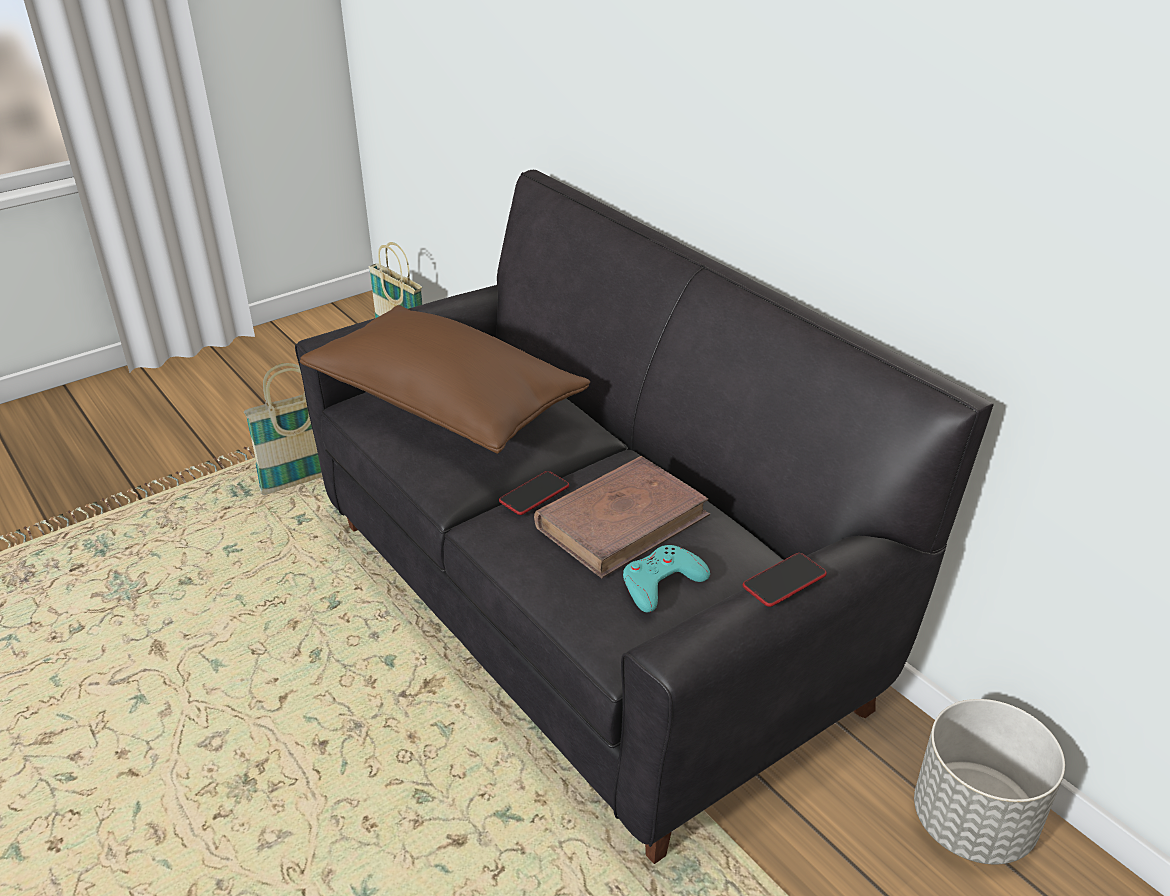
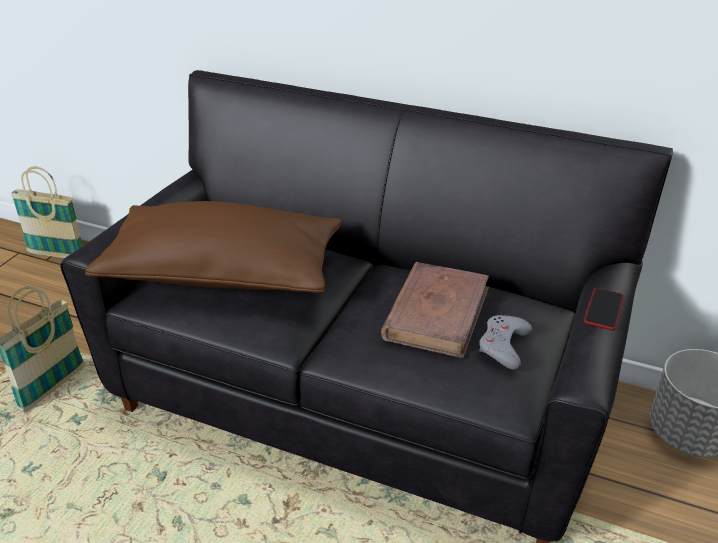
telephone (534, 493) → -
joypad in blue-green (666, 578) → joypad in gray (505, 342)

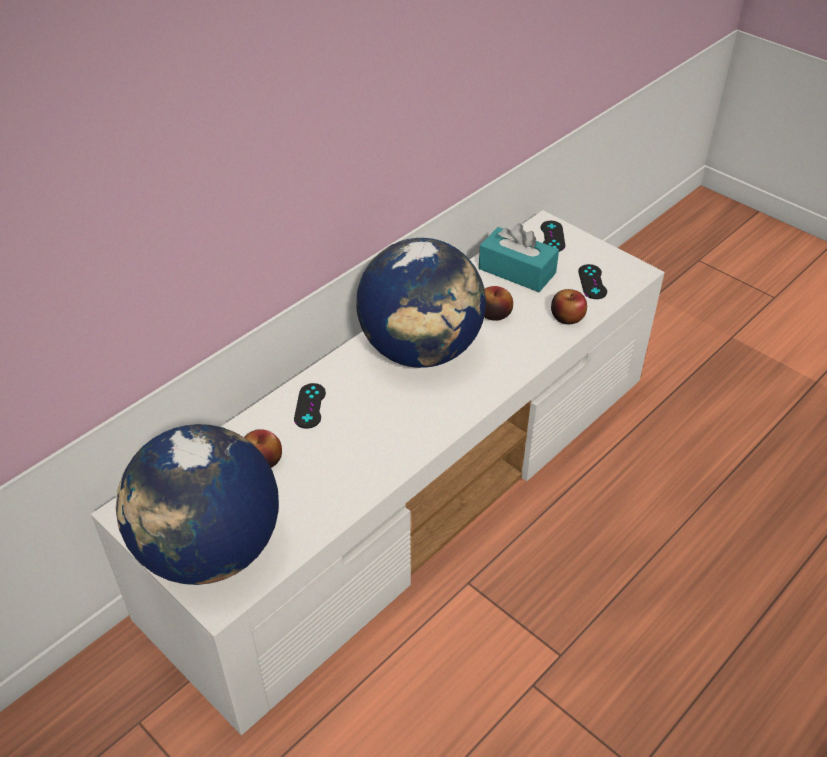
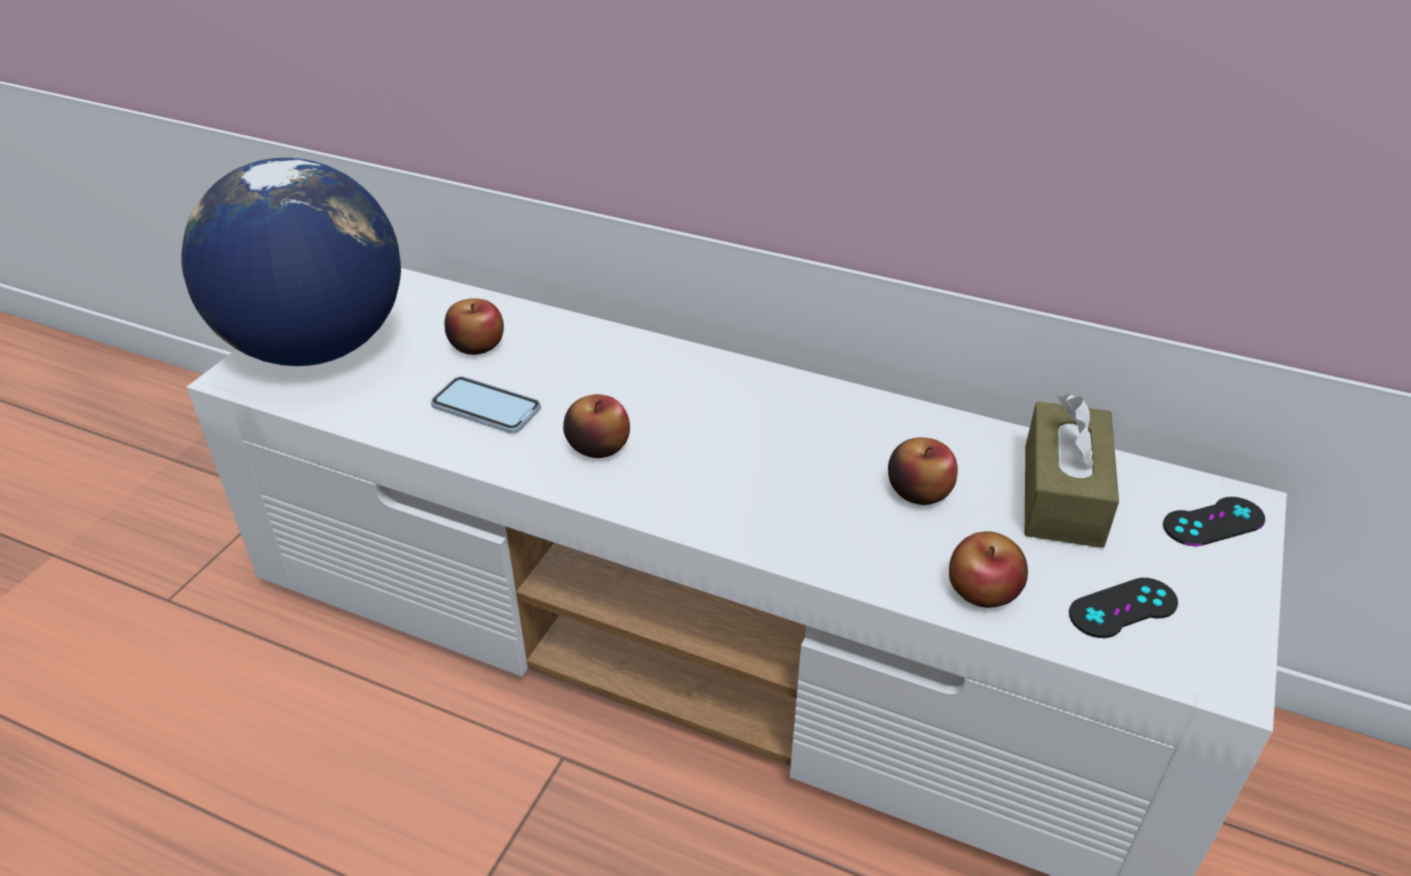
box of tissues in blue-green (519, 257) → box of tissues in brown (1072, 471)
world globe (421, 303) → -
joypad in black (310, 406) → -
- → telephone (486, 404)
- → whole apple (596, 426)

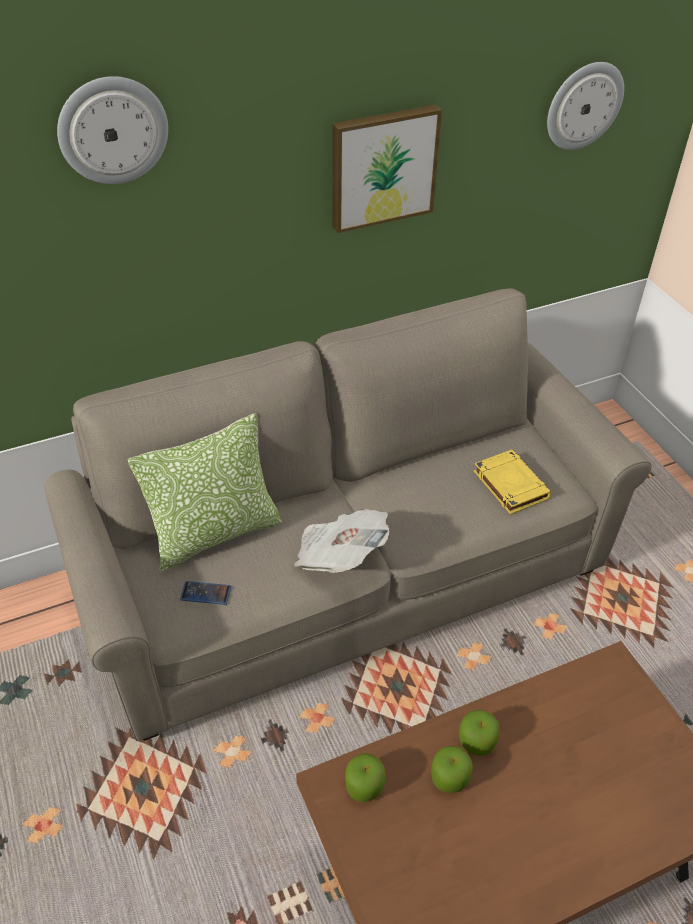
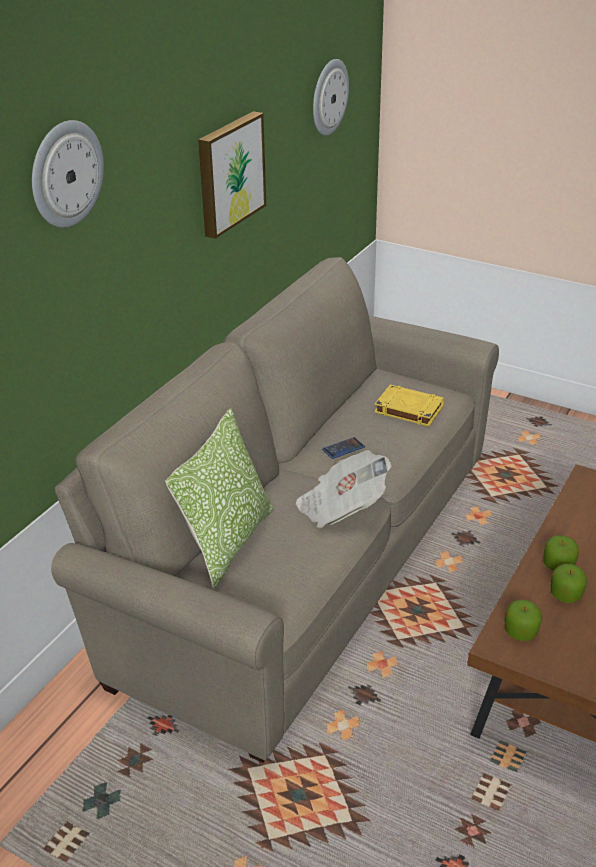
telephone (205, 593) → telephone (343, 448), relocated

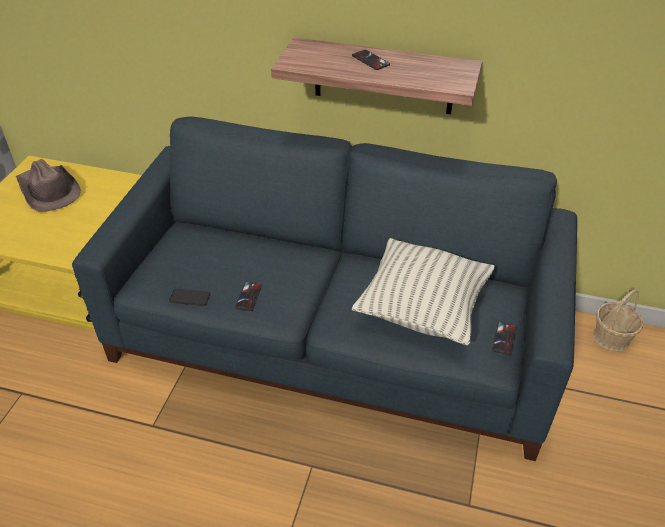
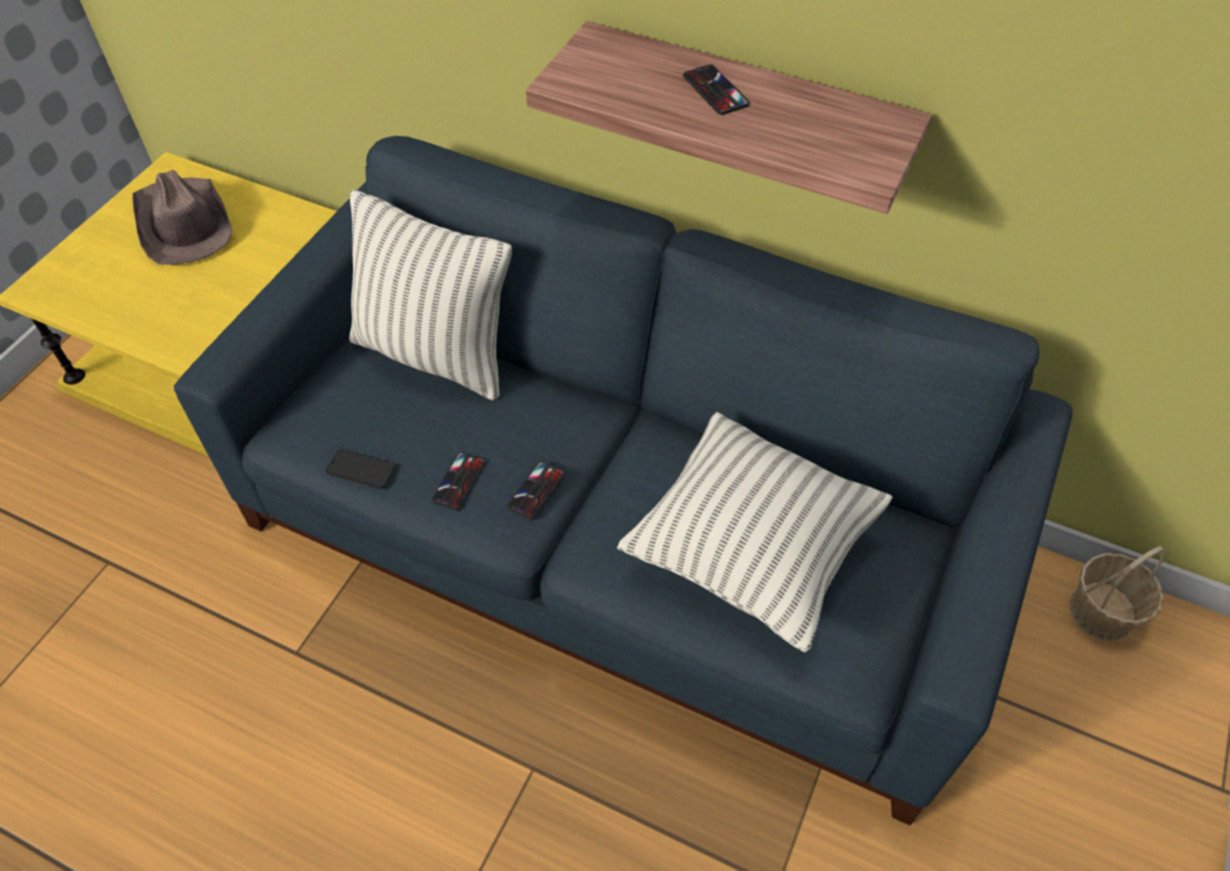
telephone (504, 338) → telephone (536, 490), relocated
- → throw pillow (430, 295)

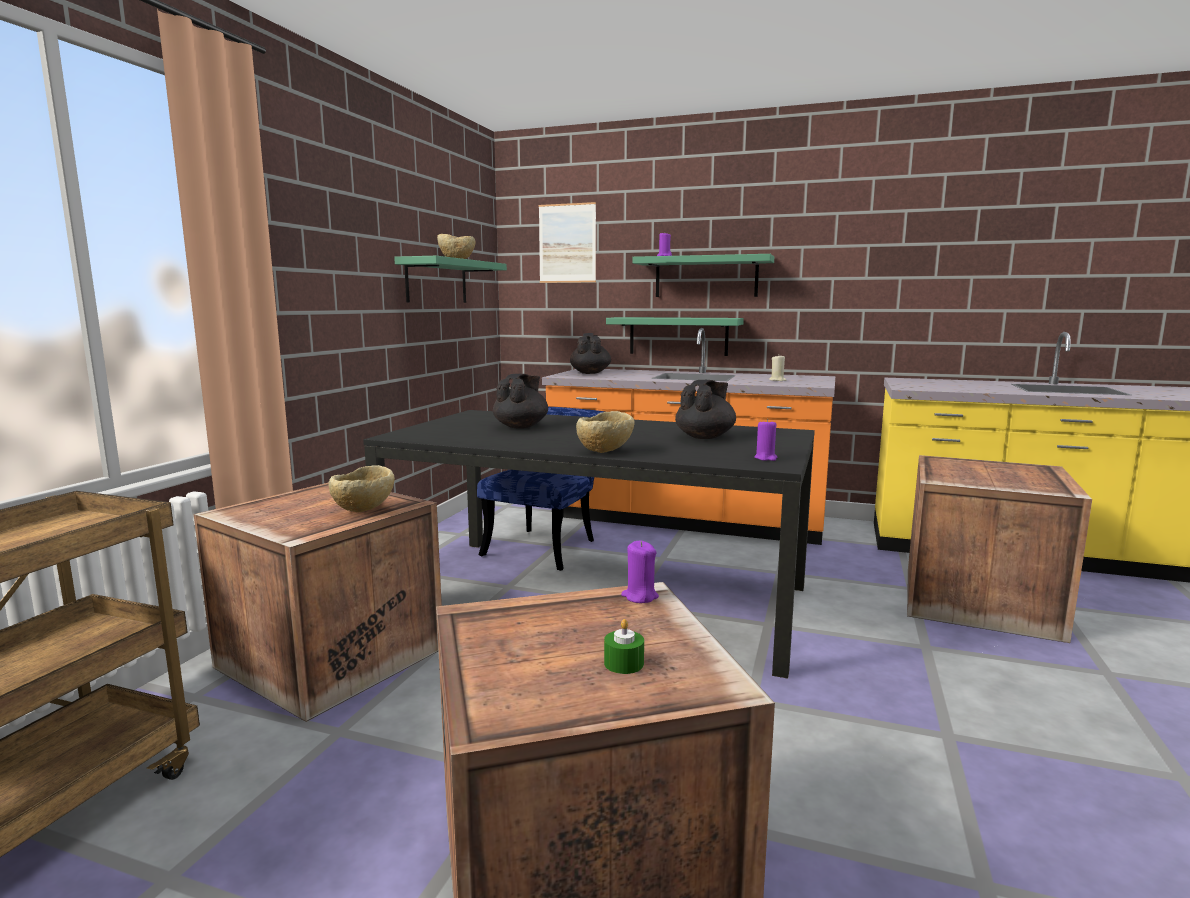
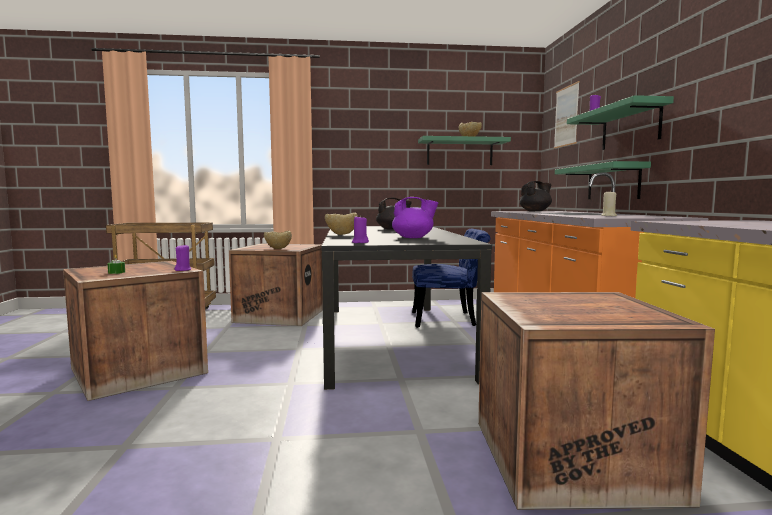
teapot in black (705, 409) → teapot in purple (415, 217)

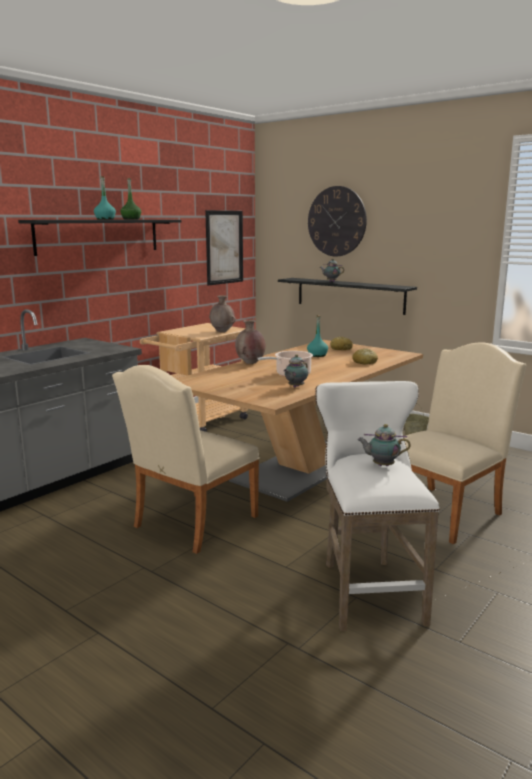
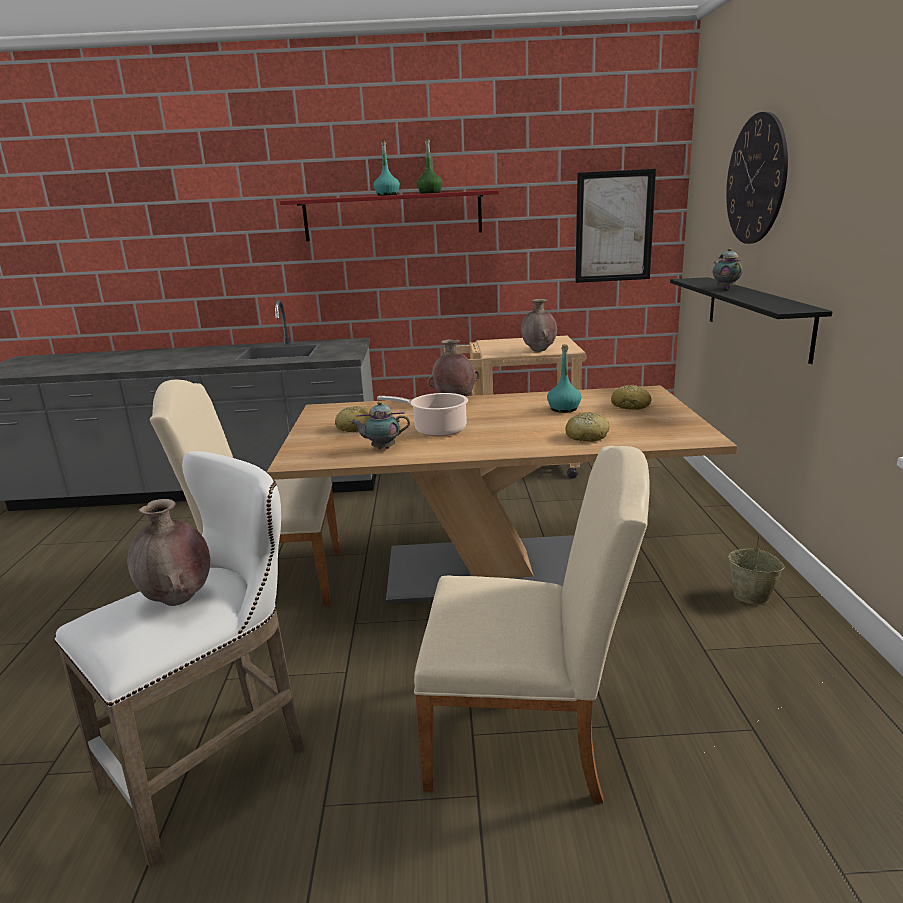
shelf in black (99, 238) → shelf in red (389, 215)
teapot (384, 445) → flower vase in brown (168, 552)
- → baked bread (352, 419)

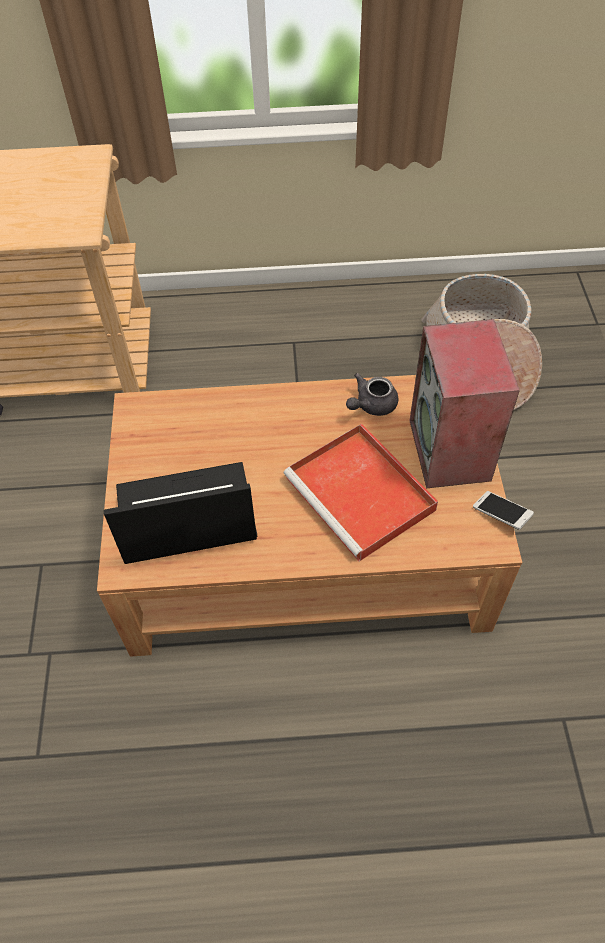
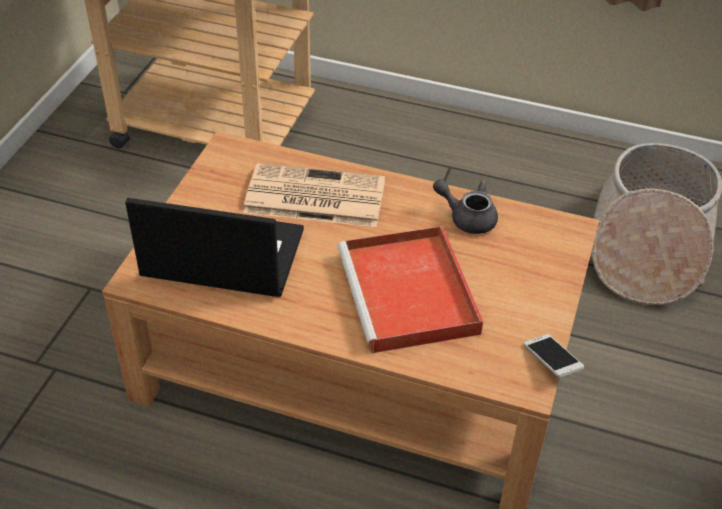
loudspeaker (464, 403) → -
teapot in gray (372, 394) → teapot in gray (465, 206), 45 degrees clockwise
- → newspaper (314, 195)

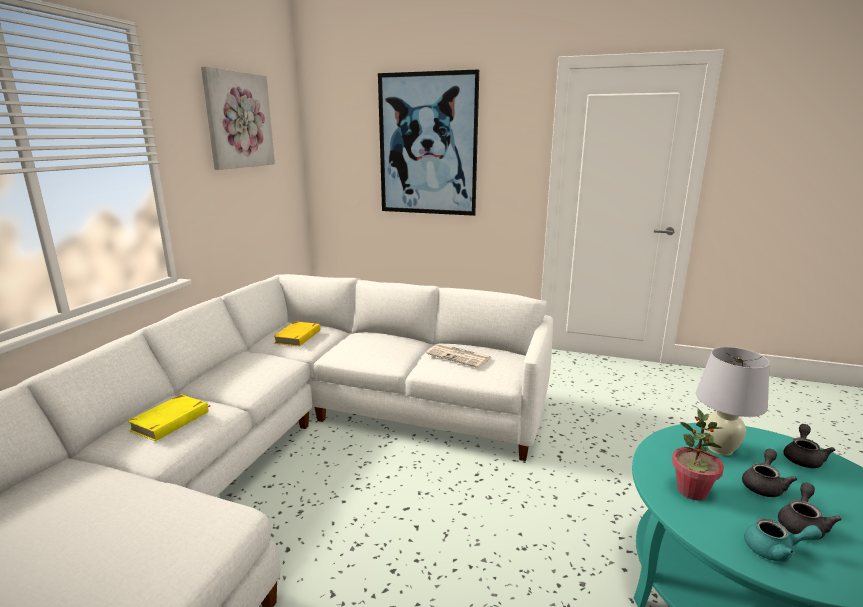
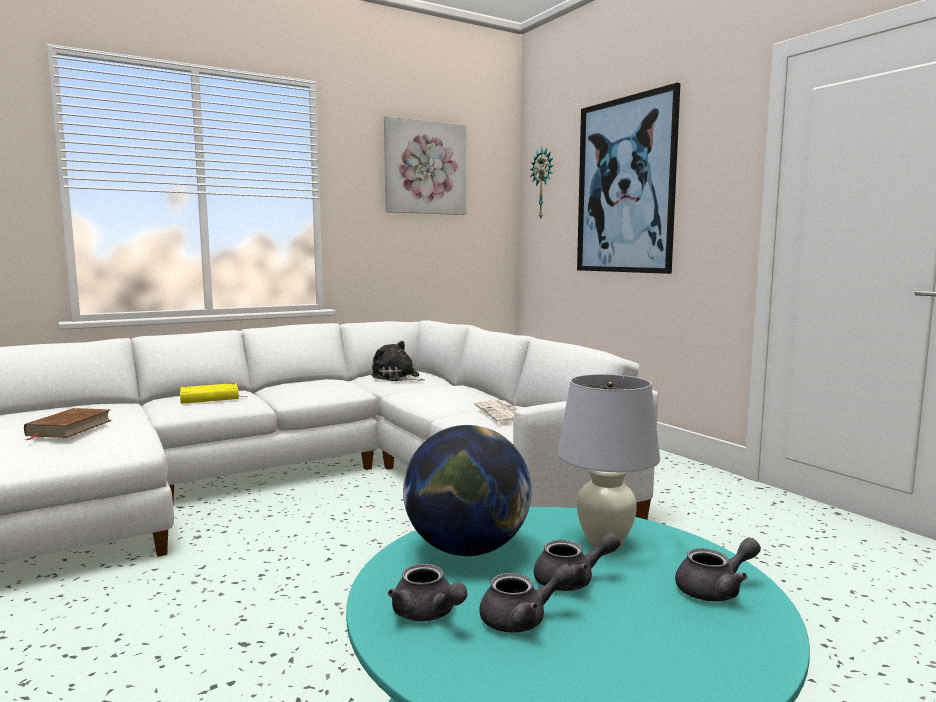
bound book in yellow-coloured (296, 333) → cuddly toy (398, 361)
plant in a pot (698, 454) → world globe (467, 490)
teapot in blue-green (783, 540) → teapot in gray (427, 593)
- → clock on the wall (542, 184)
- → bound book in brown (68, 424)

